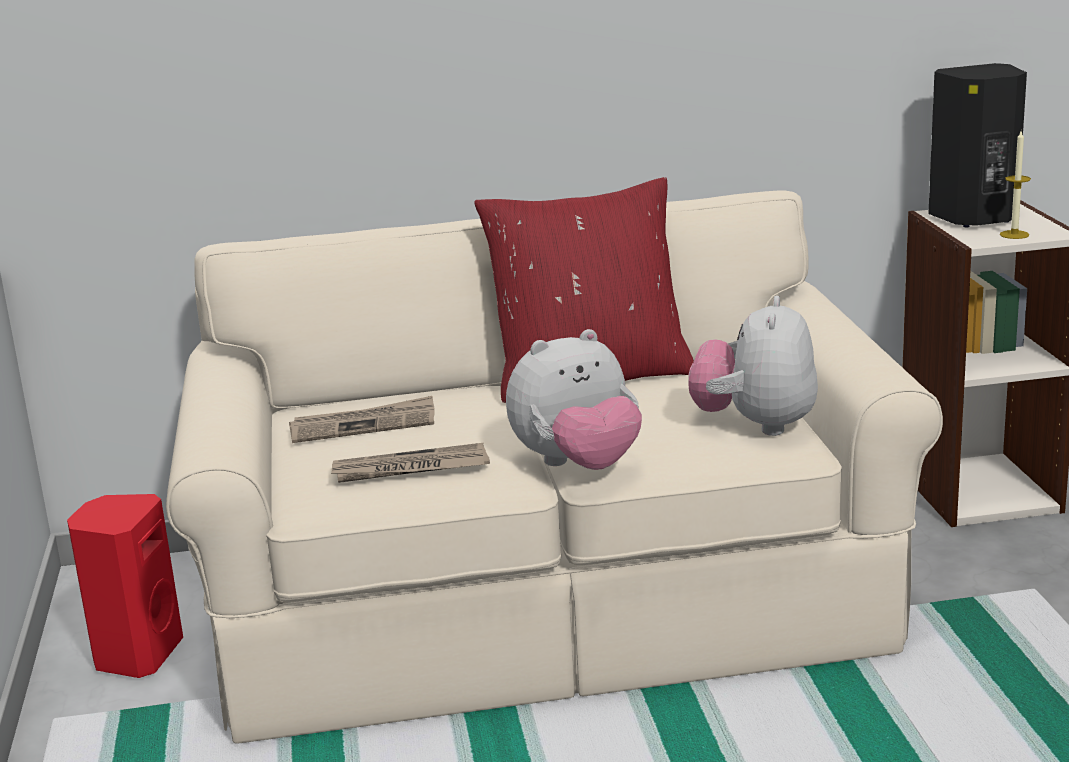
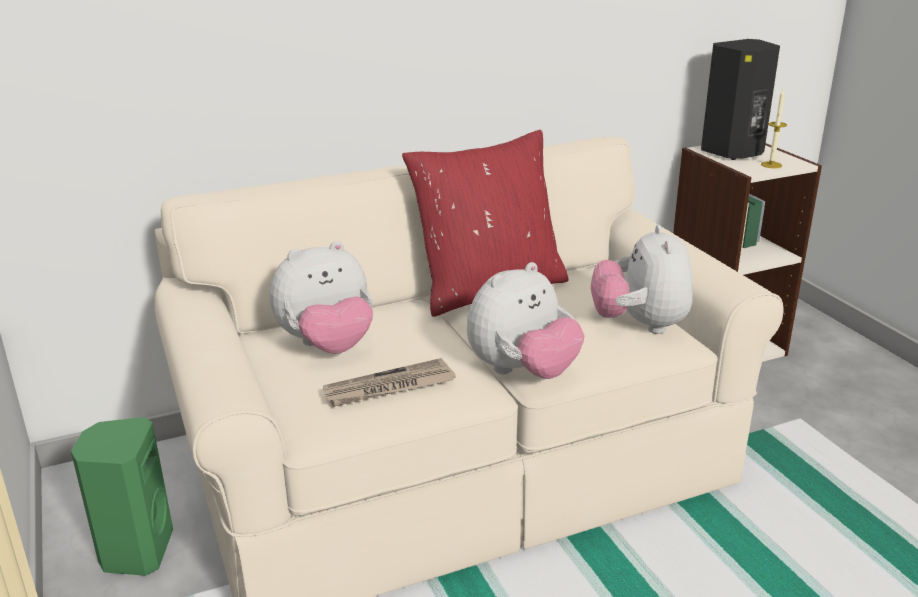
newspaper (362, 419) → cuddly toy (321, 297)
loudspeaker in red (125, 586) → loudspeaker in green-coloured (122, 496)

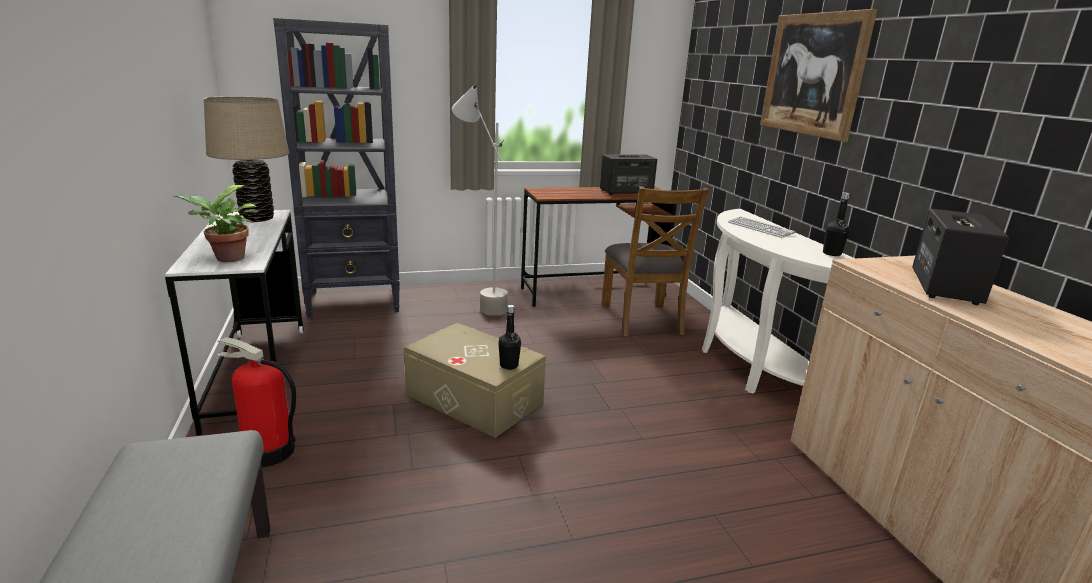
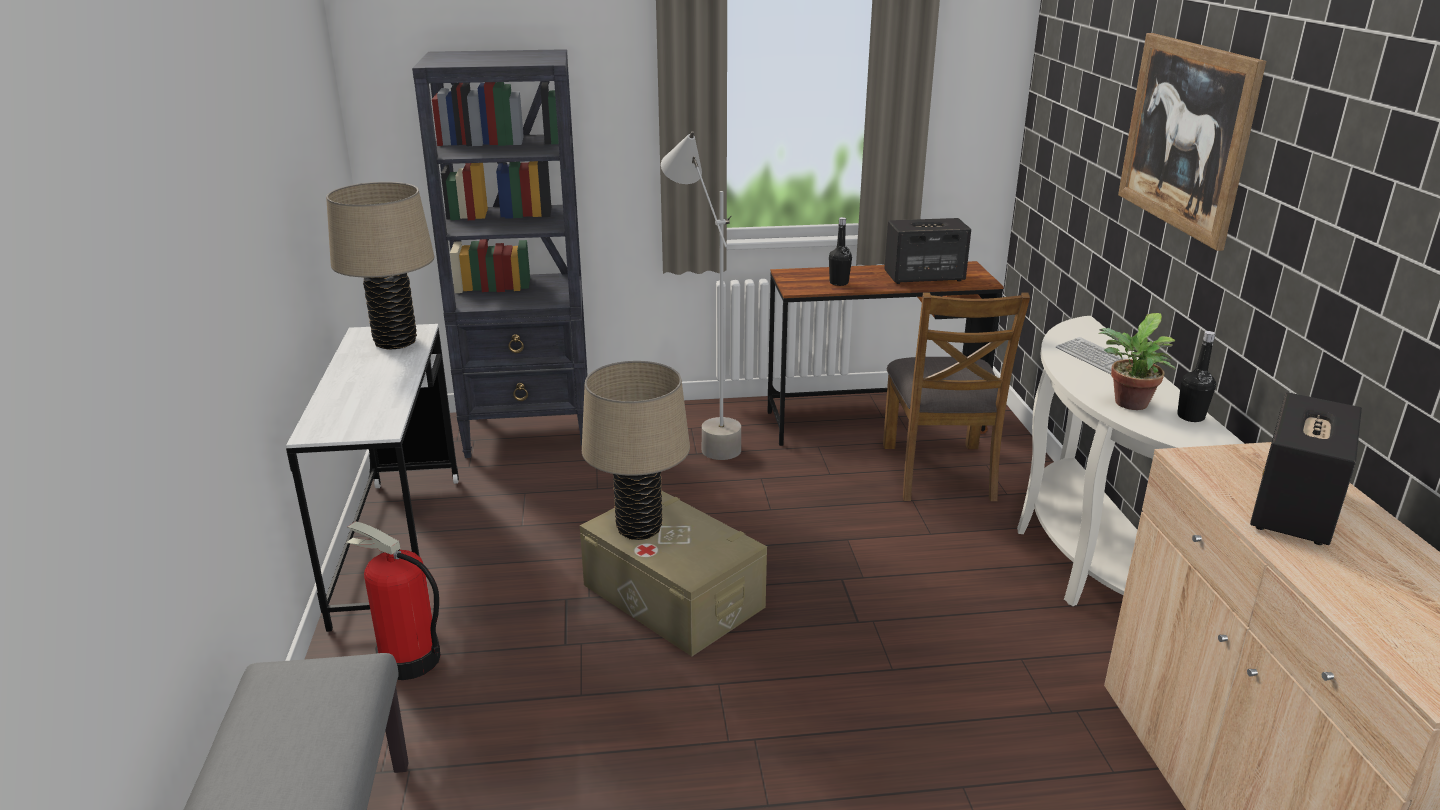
plant in a pot (216, 223) → plant in a pot (1137, 361), relocated
bottle in black (509, 337) → bottle in black (840, 251), relocated
- → lamp for a table in beige (636, 450)

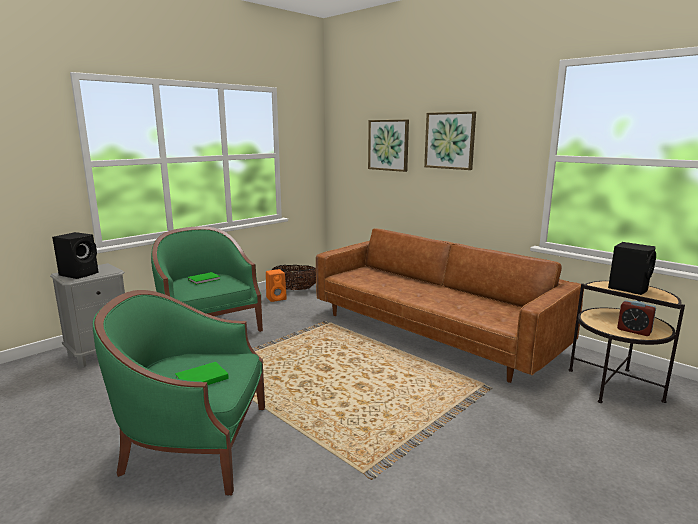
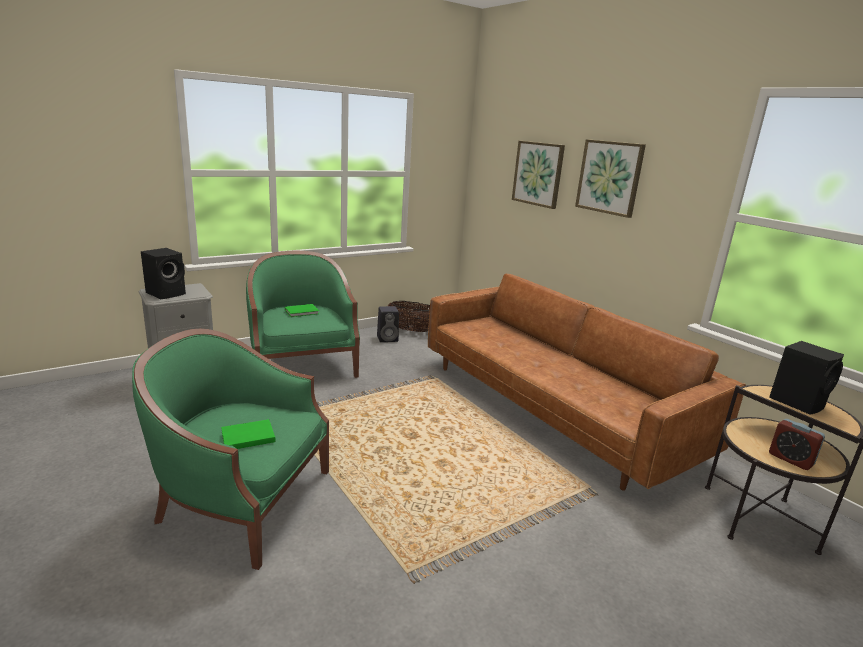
loudspeaker in orange-coloured (276, 285) → loudspeaker in black (388, 324)

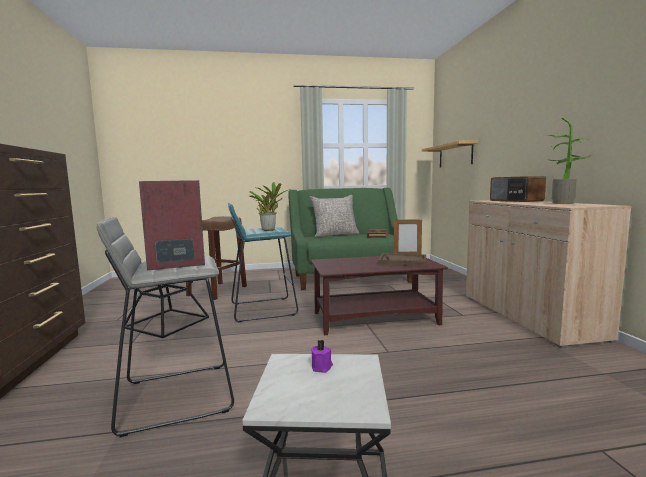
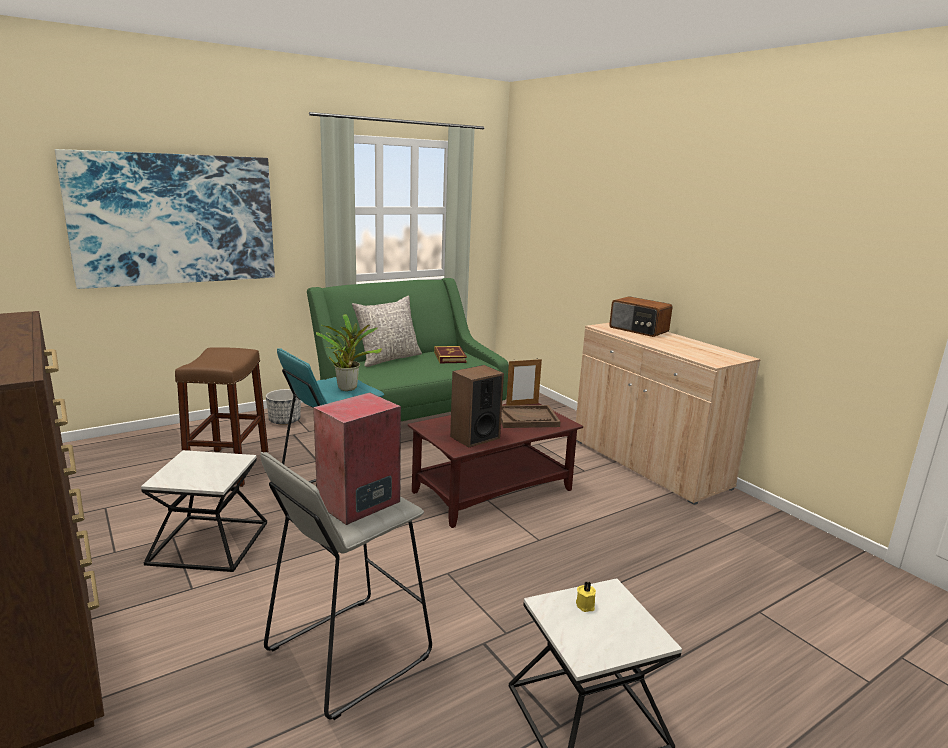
plant in a pot (566, 160) → -
shelf (450, 154) → -
wax candle in purple (322, 356) → wax candle in yellow-coloured (586, 597)
- → wall art (165, 219)
- → loudspeaker (477, 406)
- → planter (283, 407)

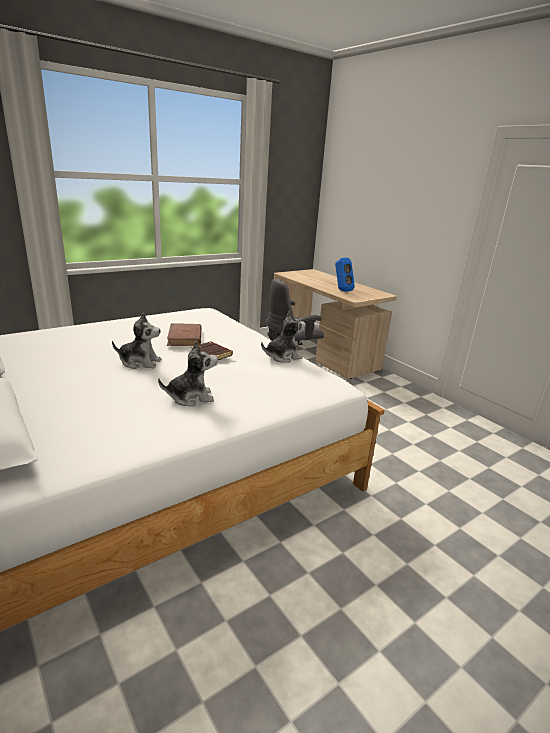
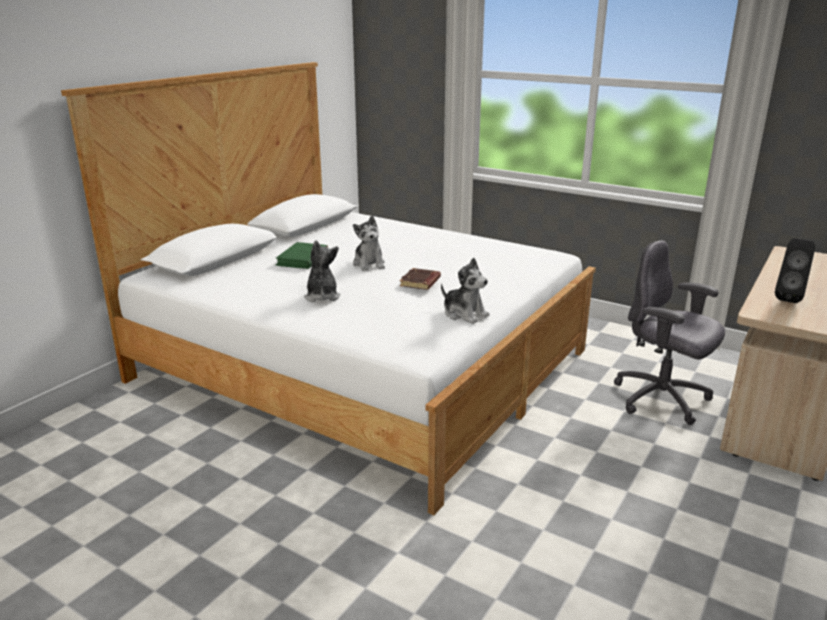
loudspeaker in blue (345, 274) → loudspeaker in black (795, 270)
bound book in brown (184, 334) → -
cuddly toy (188, 373) → cuddly toy (322, 271), 150 degrees counterclockwise
- → bound book in green-coloured (301, 255)

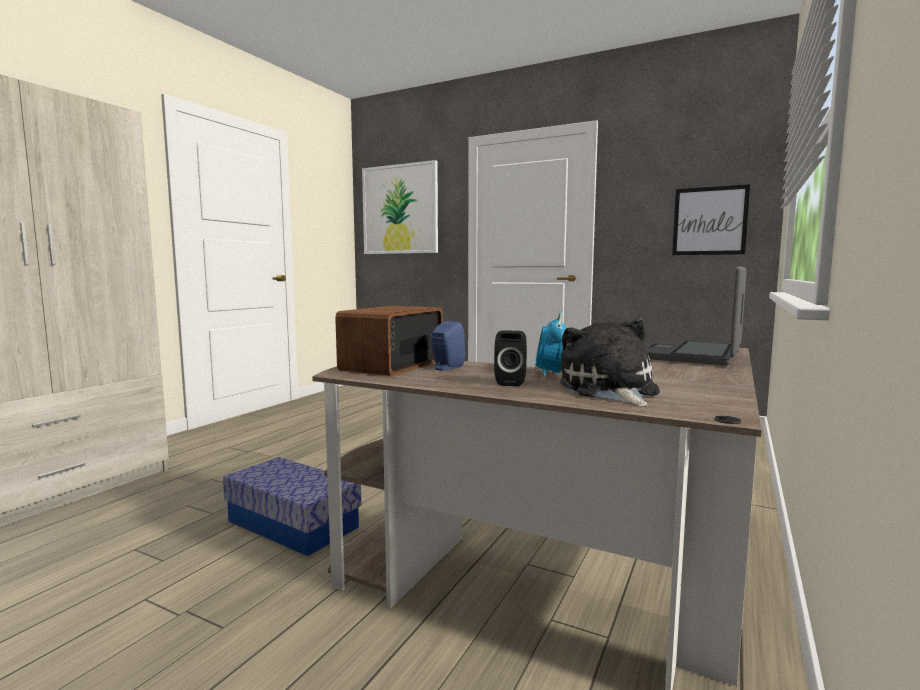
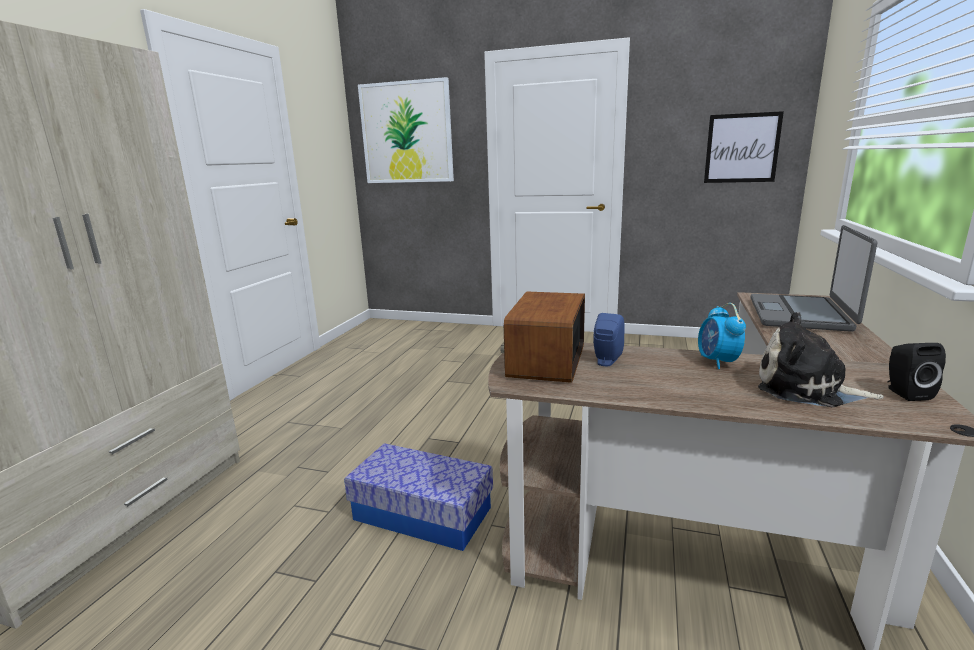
cuddly toy (610, 362) → cuddly toy (821, 359), 45 degrees counterclockwise
loudspeaker in black (510, 358) → loudspeaker in black (917, 372), relocated

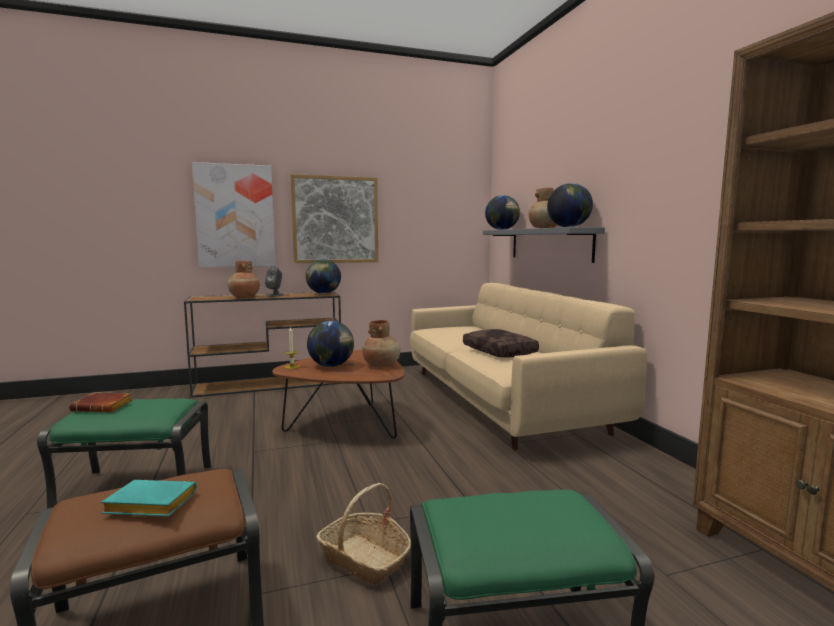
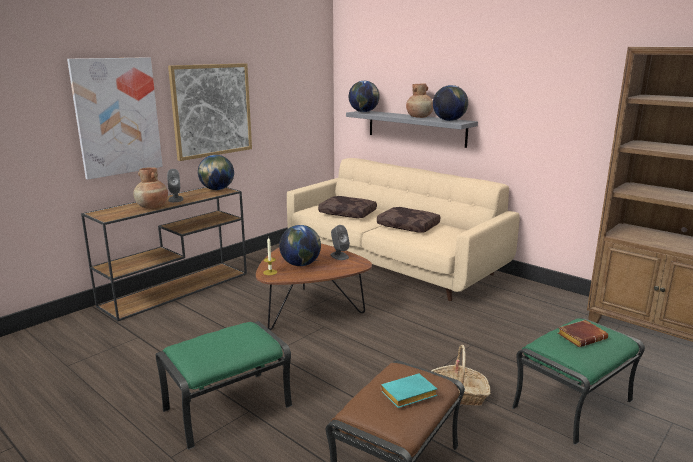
flower vase in brown (381, 343) → loudspeaker in gray (340, 242)
bound book in brown (100, 402) → bound book in brown (583, 333), relocated
- → throw pillow in brown (347, 207)

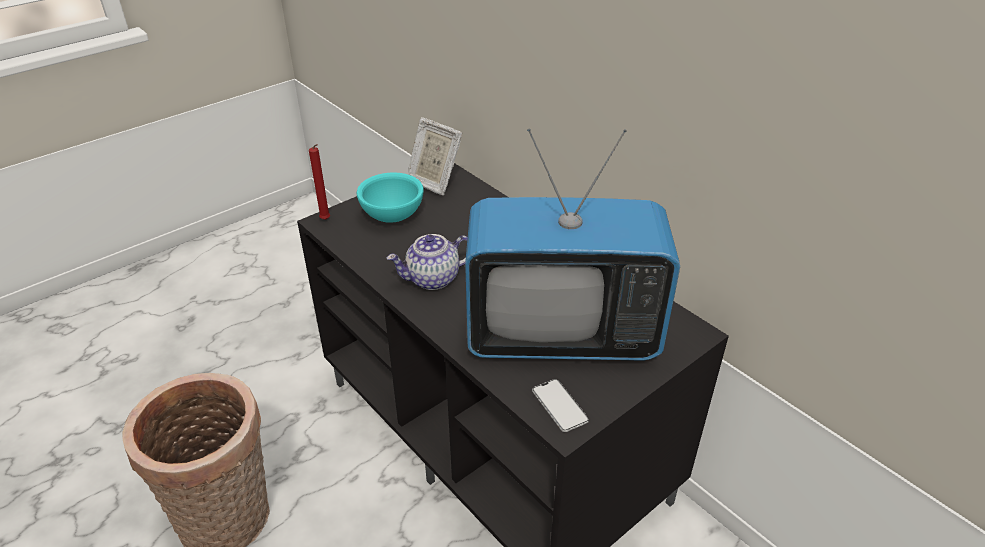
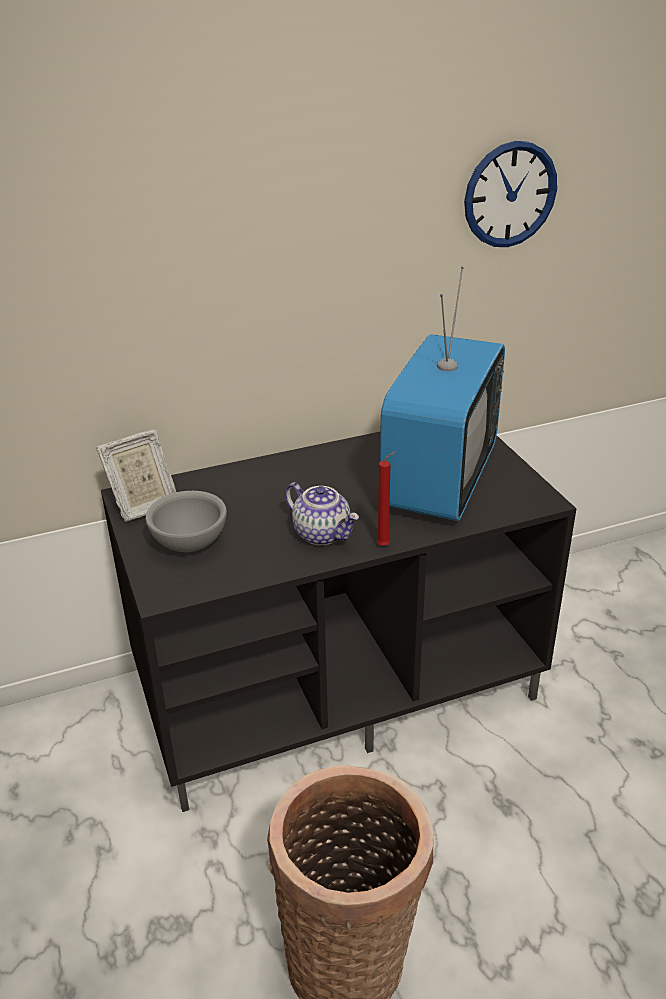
wax candle in red (319, 182) → wax candle in red (386, 498), relocated
serving bowl in blue-green (390, 198) → serving bowl in gray (186, 521)
teapot (427, 262) → teapot (322, 513), 45 degrees counterclockwise
telephone (560, 405) → -
- → clock on the wall (510, 194)

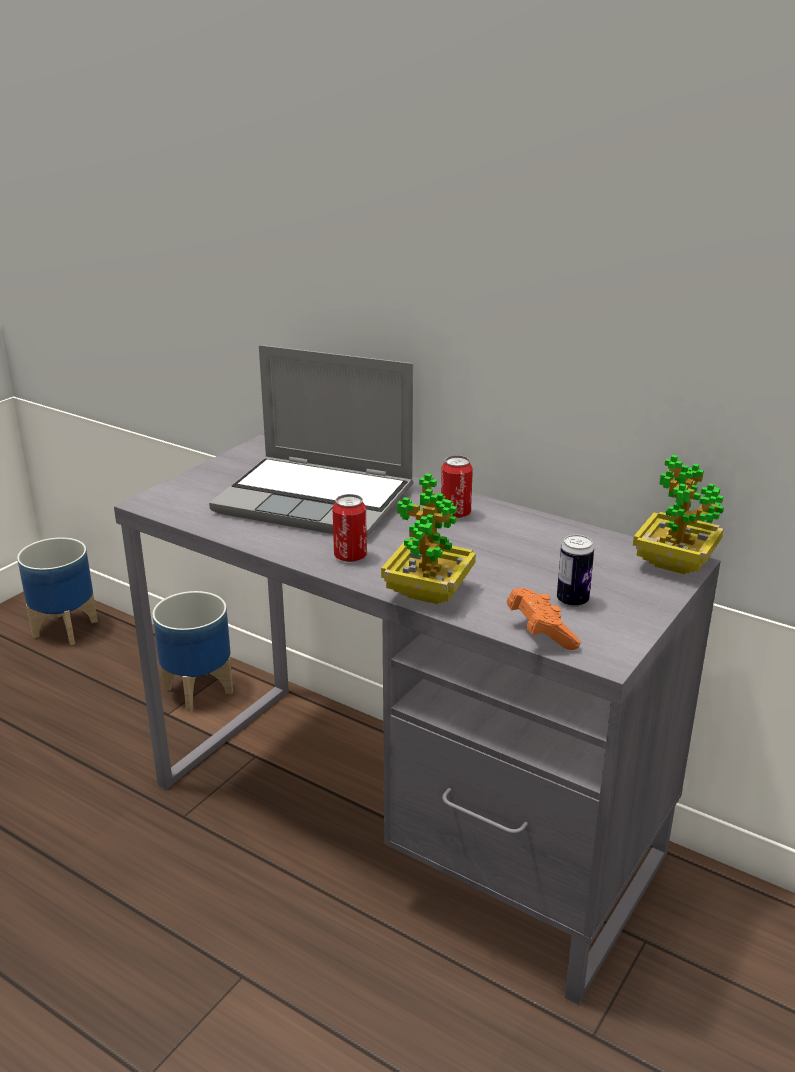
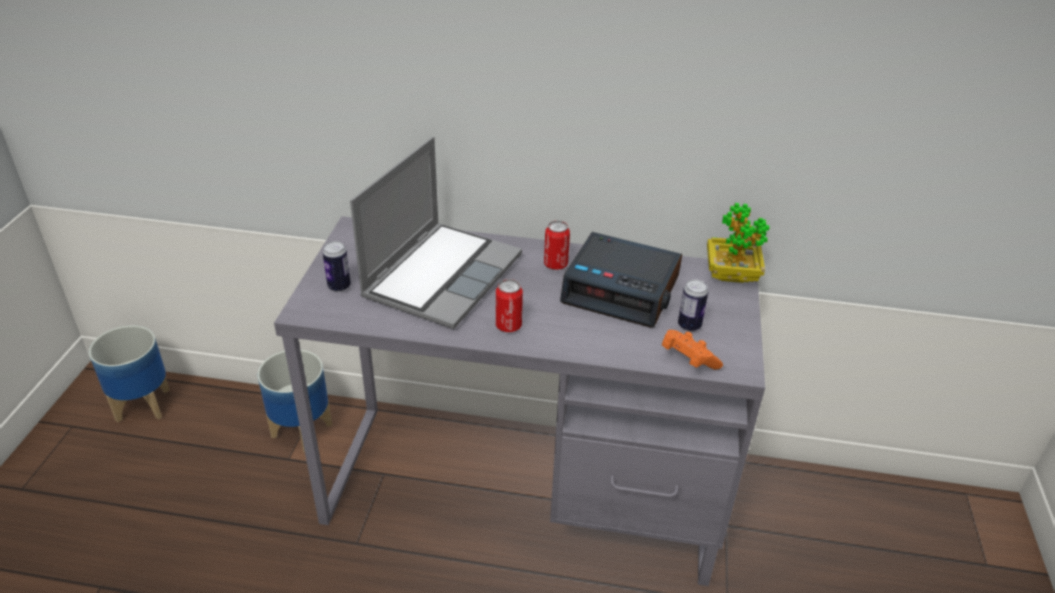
laptop (311, 441) → laptop (436, 233), 60 degrees counterclockwise
plant in a pot (428, 538) → -
- → bedside clock (621, 280)
- → metal can (337, 266)

